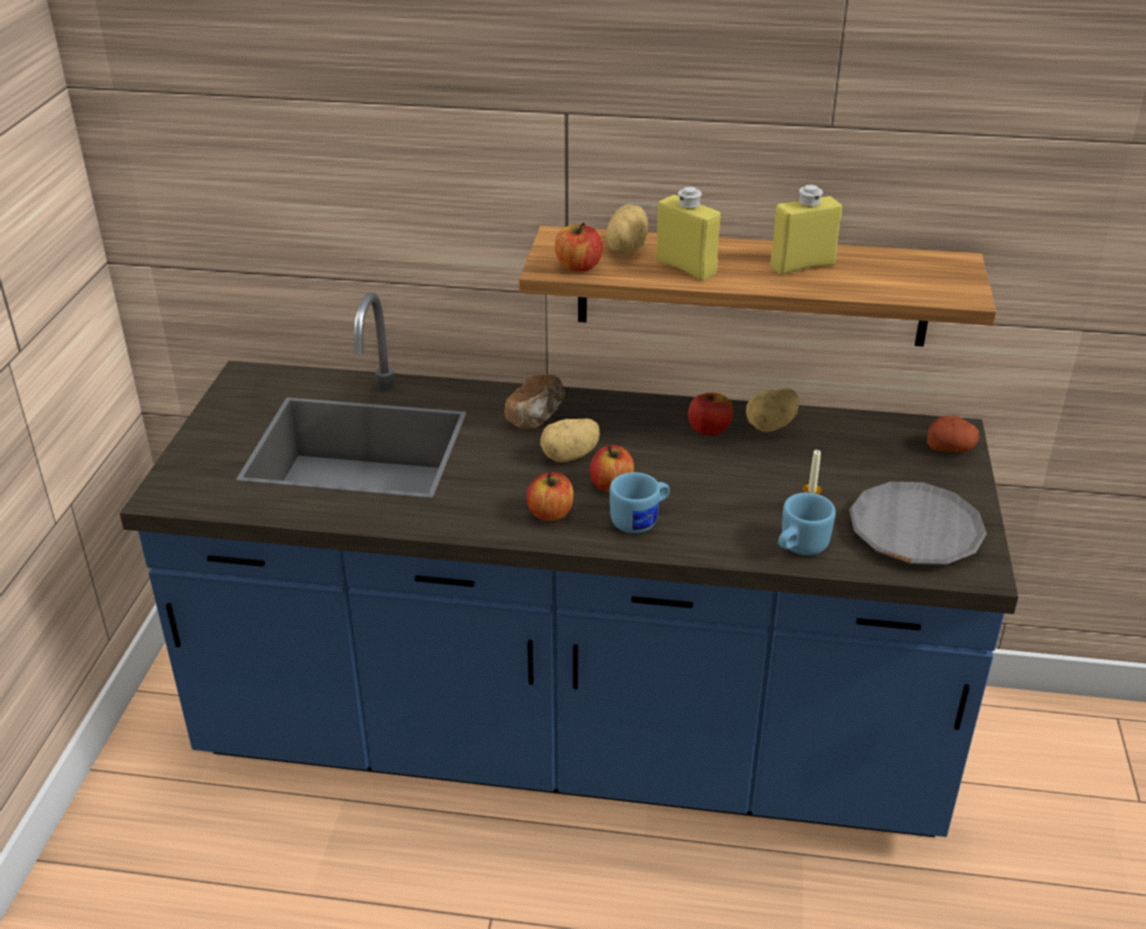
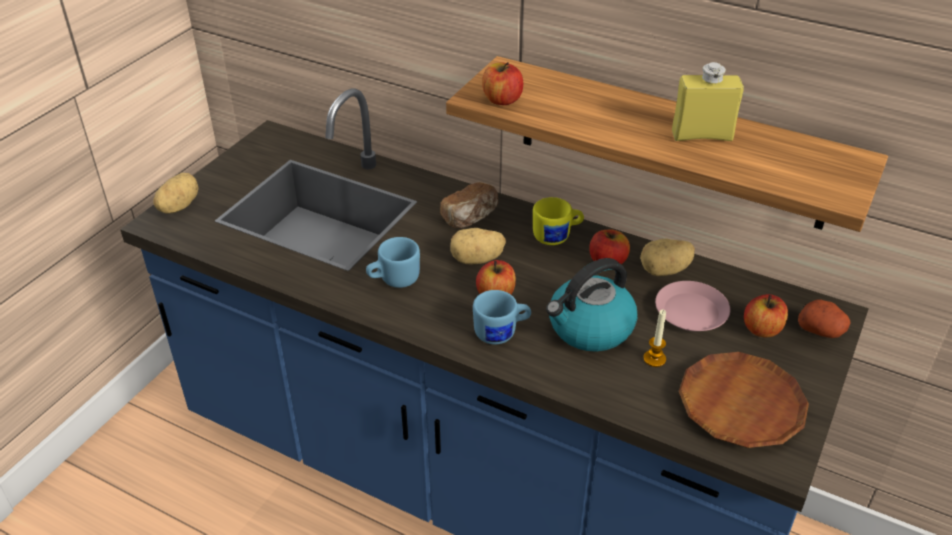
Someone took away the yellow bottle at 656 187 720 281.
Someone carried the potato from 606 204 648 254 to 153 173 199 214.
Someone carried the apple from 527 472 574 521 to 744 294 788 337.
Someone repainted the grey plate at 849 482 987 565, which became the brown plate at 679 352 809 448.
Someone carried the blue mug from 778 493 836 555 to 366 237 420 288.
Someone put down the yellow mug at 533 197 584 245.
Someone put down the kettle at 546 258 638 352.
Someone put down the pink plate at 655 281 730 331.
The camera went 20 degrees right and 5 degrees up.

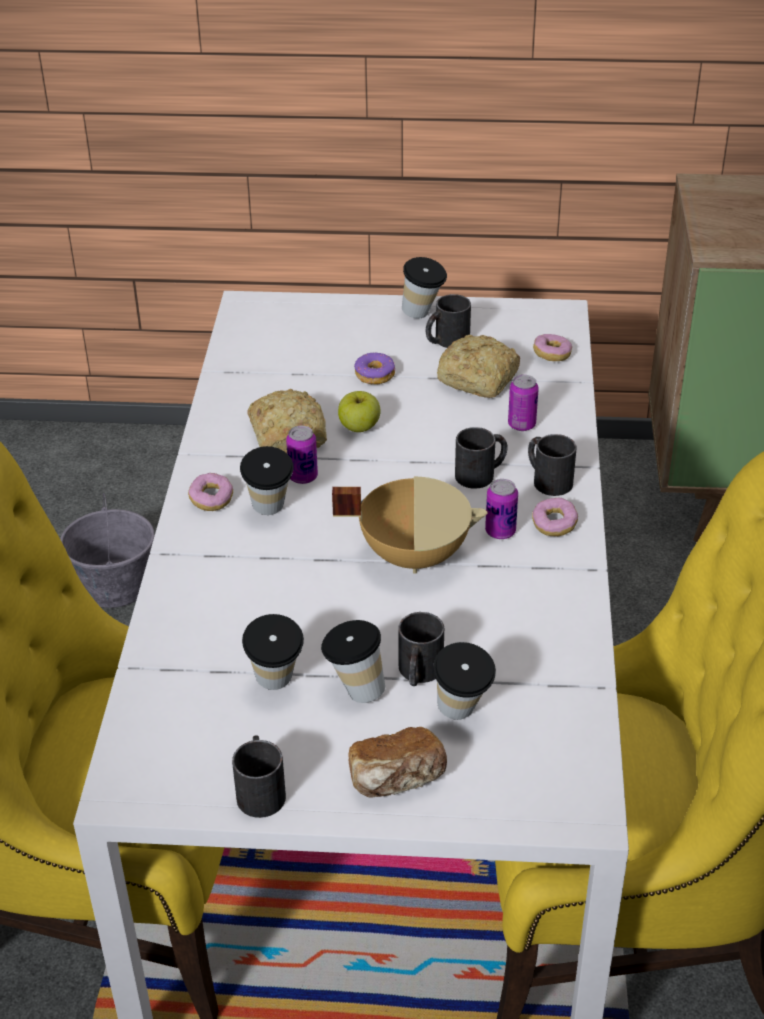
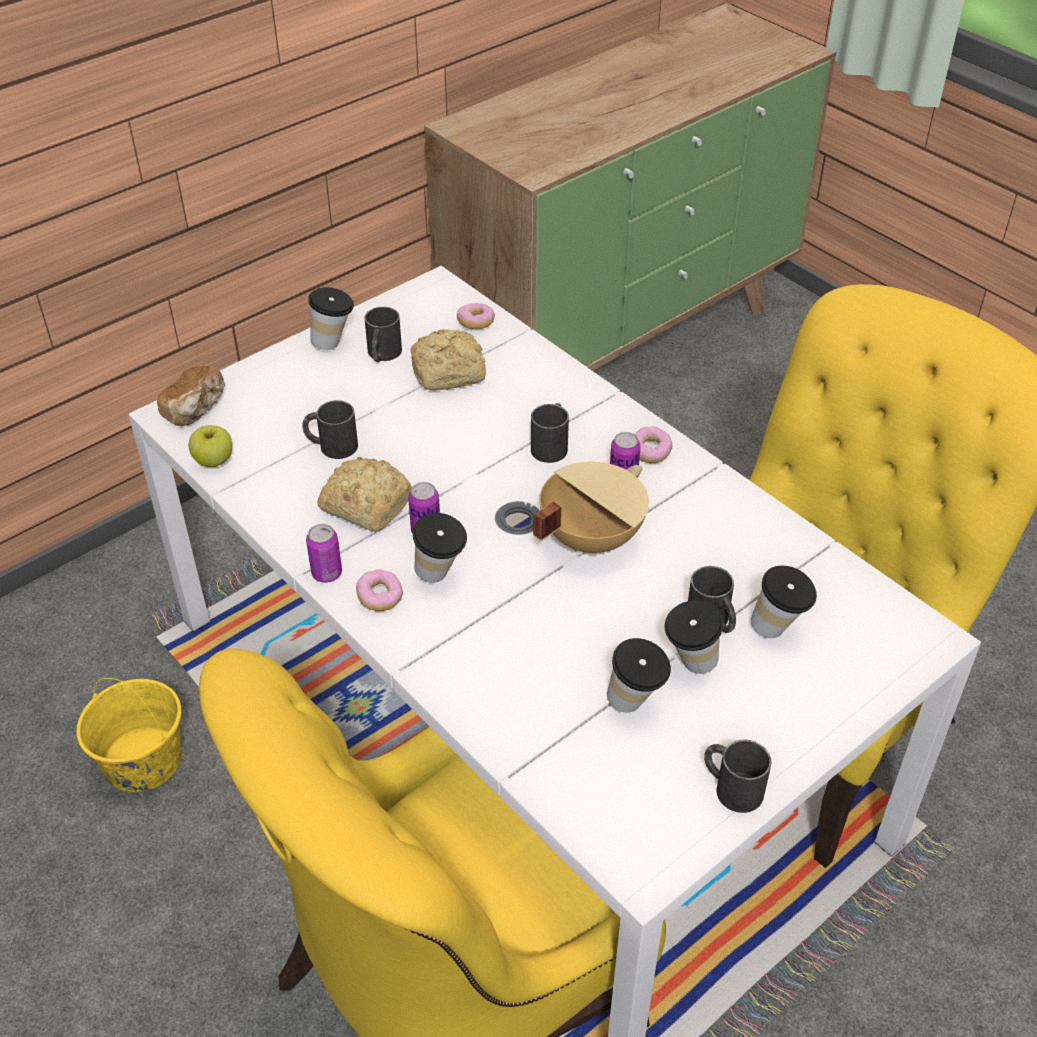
Someone took away the donut at 354 352 395 384.
Someone carried the can from 508 375 539 431 to 306 524 342 583.
Someone carried the apple from 338 391 381 432 to 189 425 232 467.
Someone carried the black mug from 528 434 577 496 to 302 400 358 459.
Someone repainted the grey bucket at 60 493 155 608, which became the yellow bucket at 76 678 182 792.
Someone carried the bread from 348 727 447 798 to 157 365 225 426.
The camera went 45 degrees left and 5 degrees up.

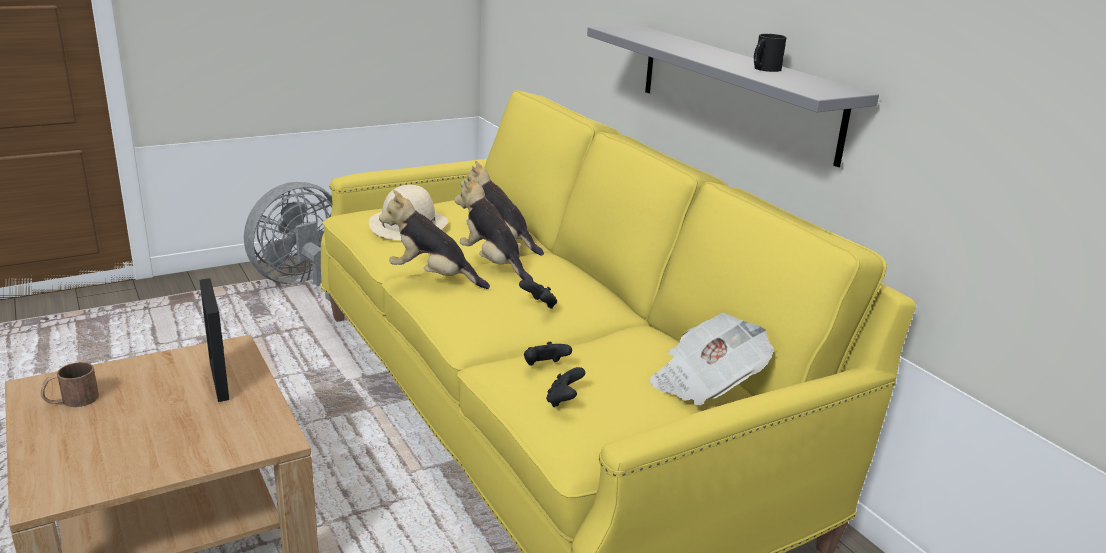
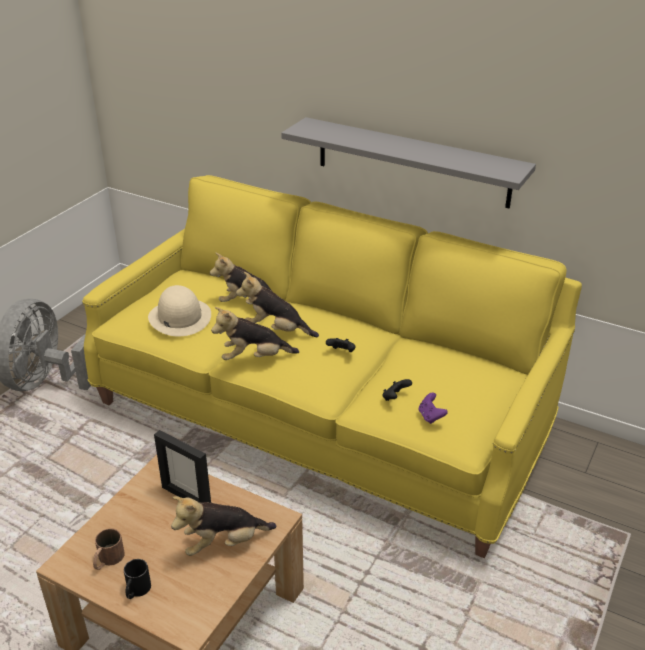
Someone carried the black mug from 754 34 787 72 to 124 559 151 599.
Someone took away the newspaper at 650 313 773 406.
Someone repainted the black game controller at 546 367 585 407, which became the purple game controller at 419 392 448 424.
Someone put down the plush toy at 171 496 276 556.
The camera went 30 degrees left and 10 degrees up.

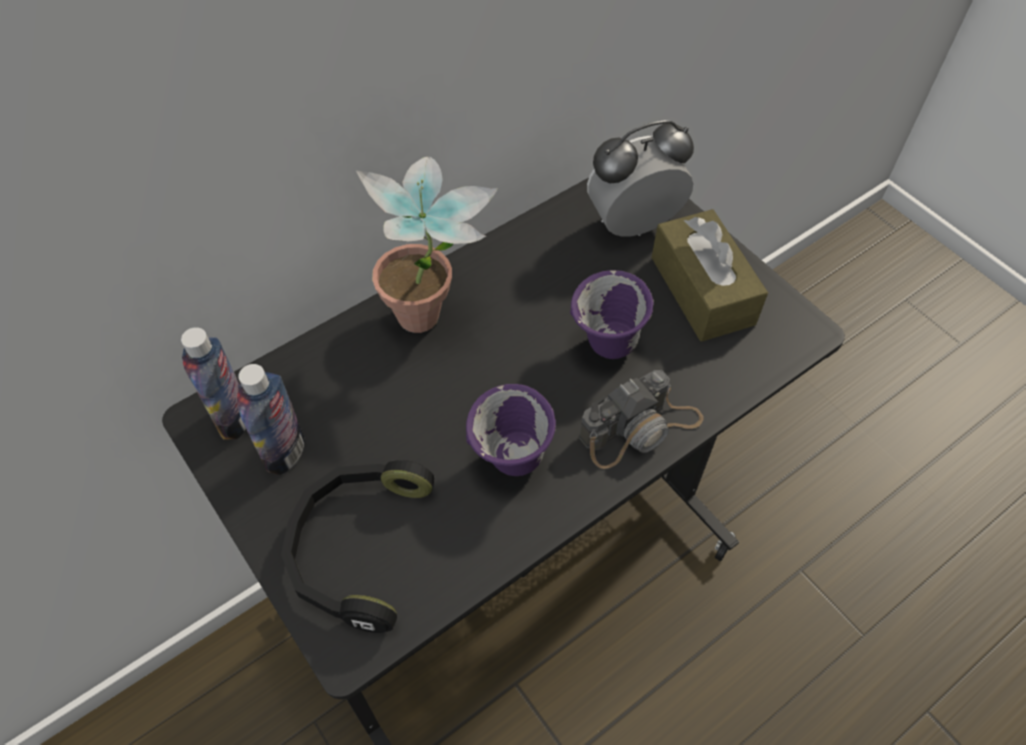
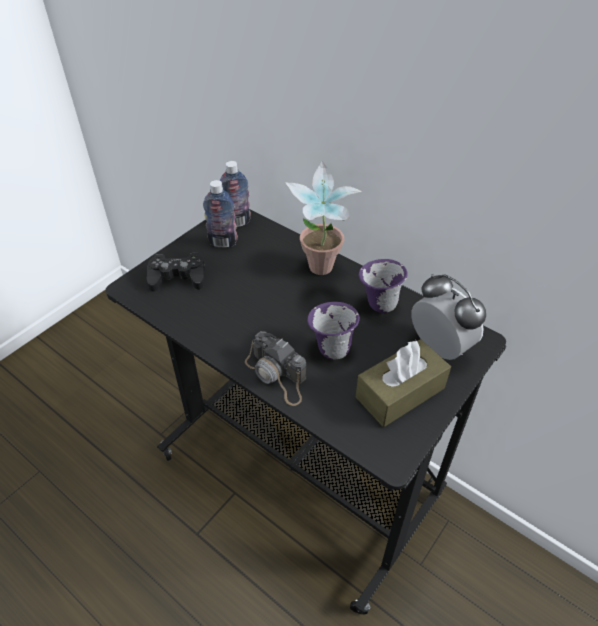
Someone carried the purple mug from 466 384 556 476 to 359 259 408 313.
Someone swapped the black headphones at 281 460 434 633 for the black game controller at 147 252 205 292.
The camera went 75 degrees right and 10 degrees down.

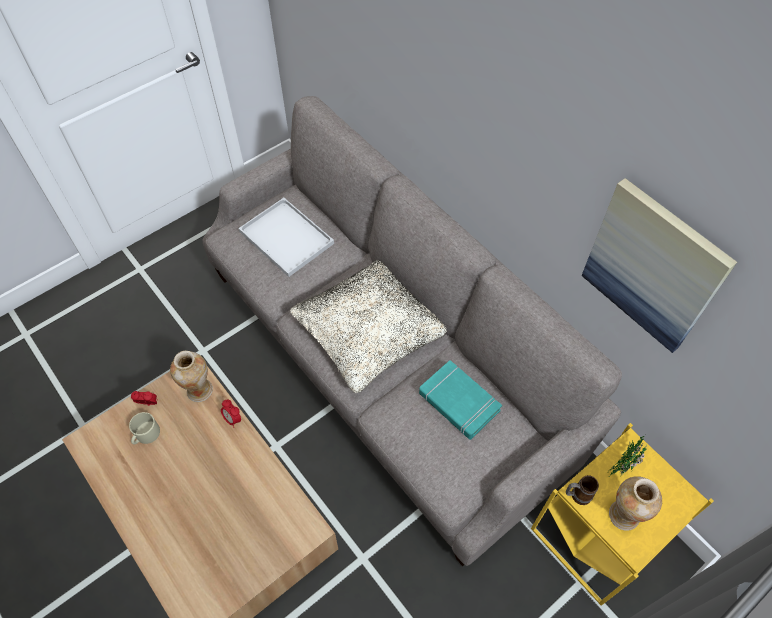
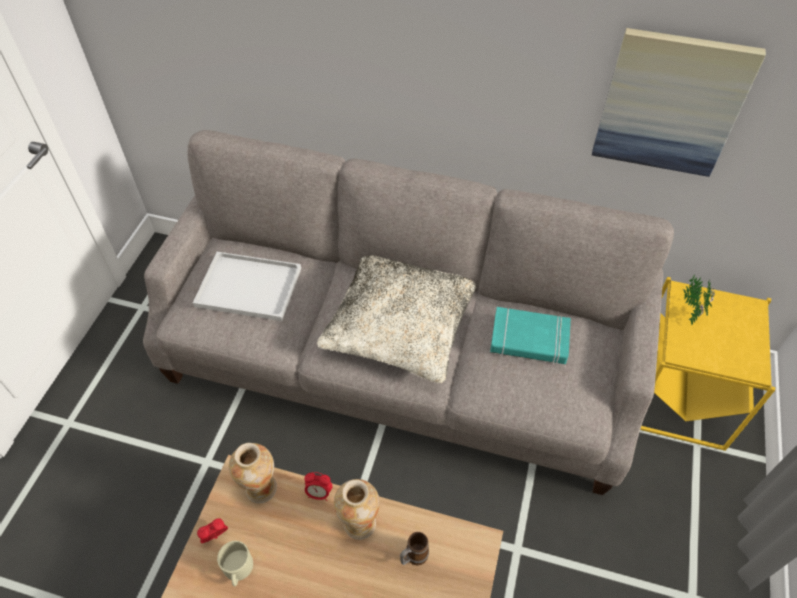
Someone carried the mug from 566 475 599 505 to 400 532 429 565.
Someone carried the vase from 609 476 662 531 to 334 479 380 540.
The camera went 35 degrees left and 5 degrees down.

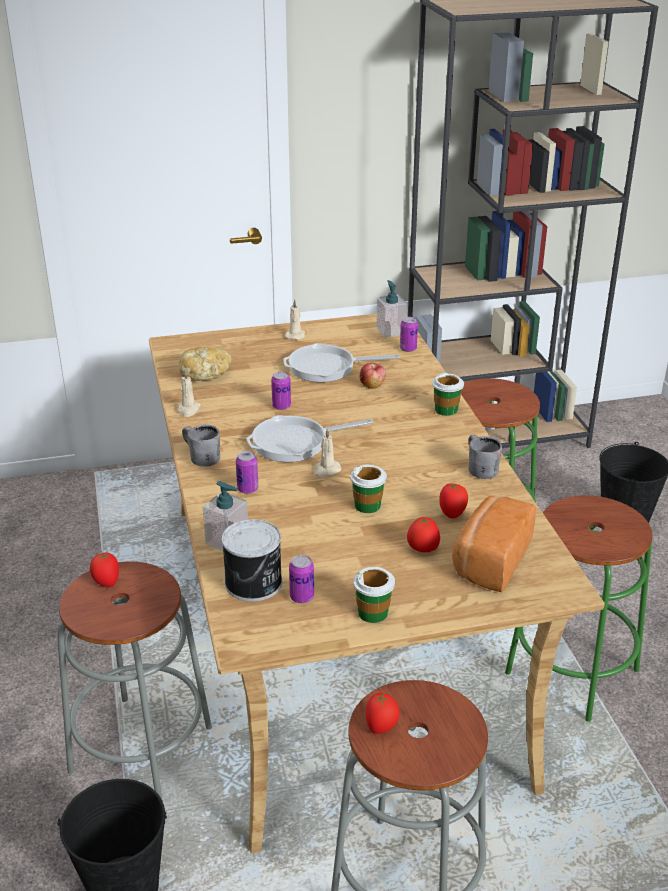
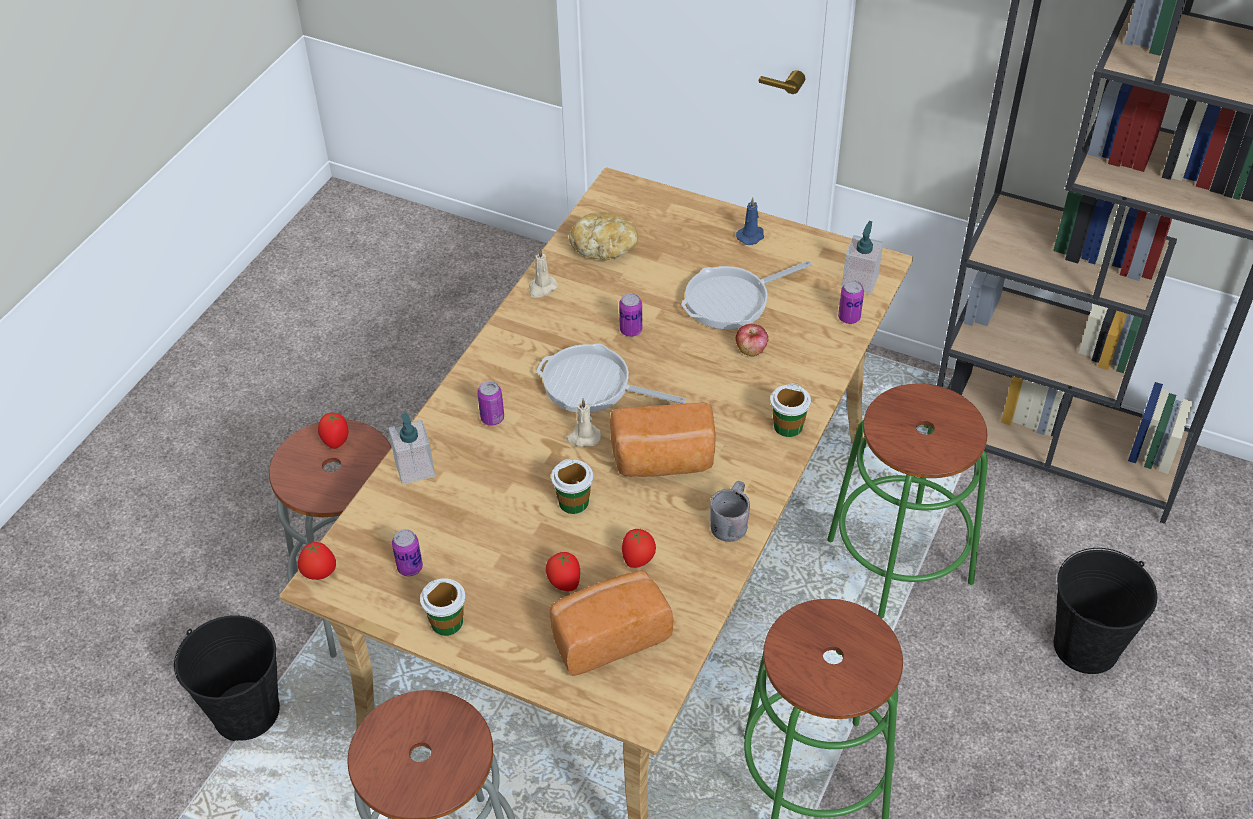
Someone repainted the beige candle at 285 299 305 340, which became the blue candle at 736 198 764 245.
Someone rotated the frying pan at 284 343 400 382 by 60 degrees counterclockwise.
Someone took away the grey mug at 182 424 220 467.
Someone took away the can at 222 519 282 602.
Someone carried the tomato from 366 692 400 734 to 298 542 336 580.
Someone put down the bread at 610 402 716 477.
The camera went 40 degrees right and 15 degrees up.

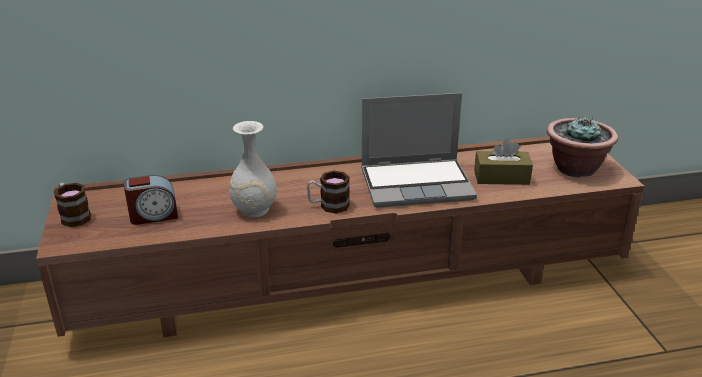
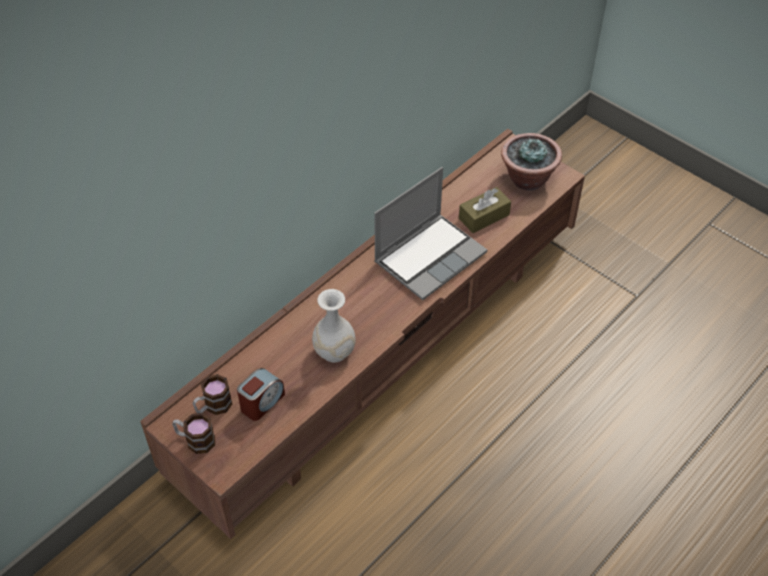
Someone carried the mug from 307 171 350 214 to 193 374 232 415.
The camera went 35 degrees left and 20 degrees up.

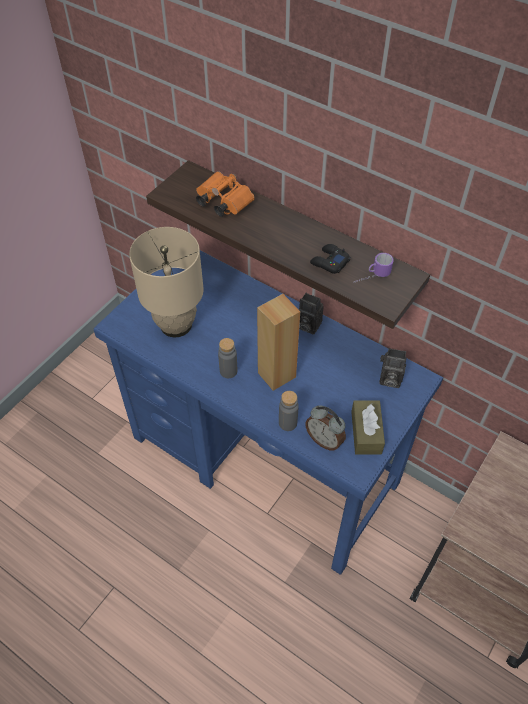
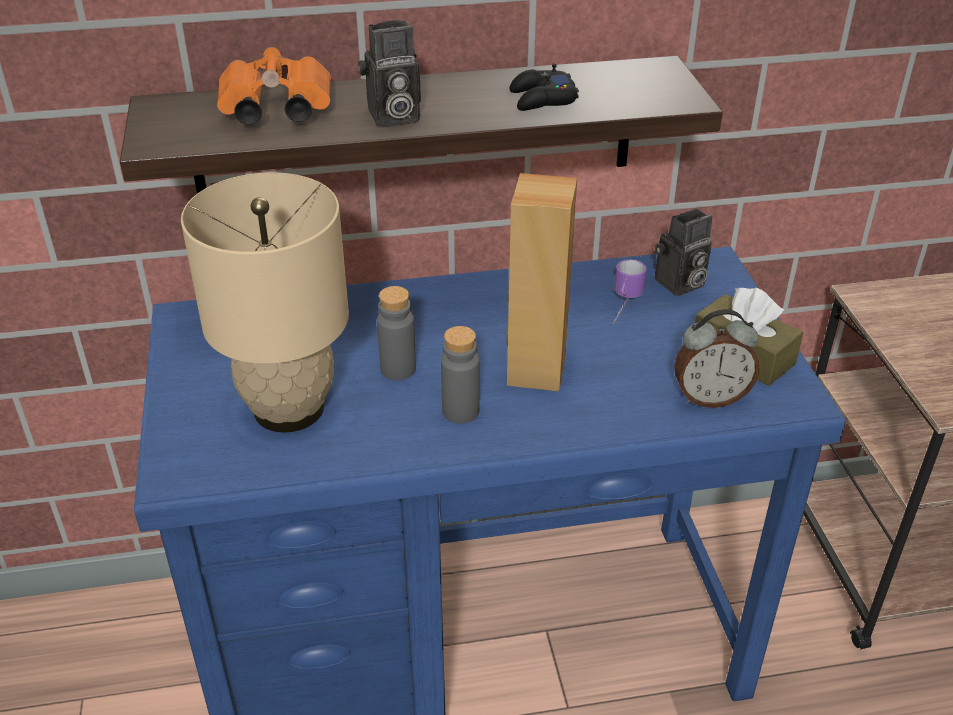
Someone carried the mug from 355 253 394 283 to 613 259 647 325.
Someone carried the photo camera from 298 293 324 335 to 358 20 421 127.
Someone carried the grey bottle from 279 391 299 431 to 377 286 416 380.
The camera went 45 degrees left and 15 degrees down.

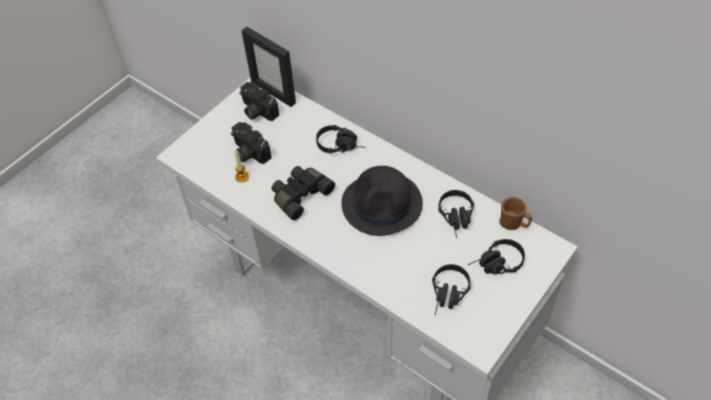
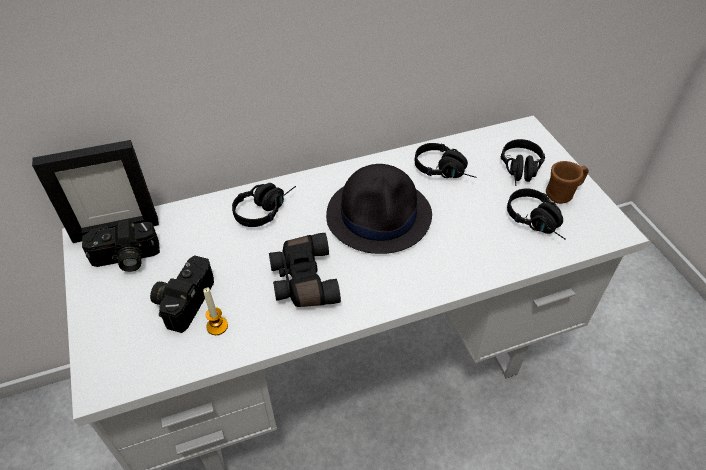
Someone rotated the photo camera at 231 122 271 164 by 120 degrees clockwise.
Someone carried the brown mug from 499 197 532 230 to 546 161 589 204.
The camera went 60 degrees left and 5 degrees down.

